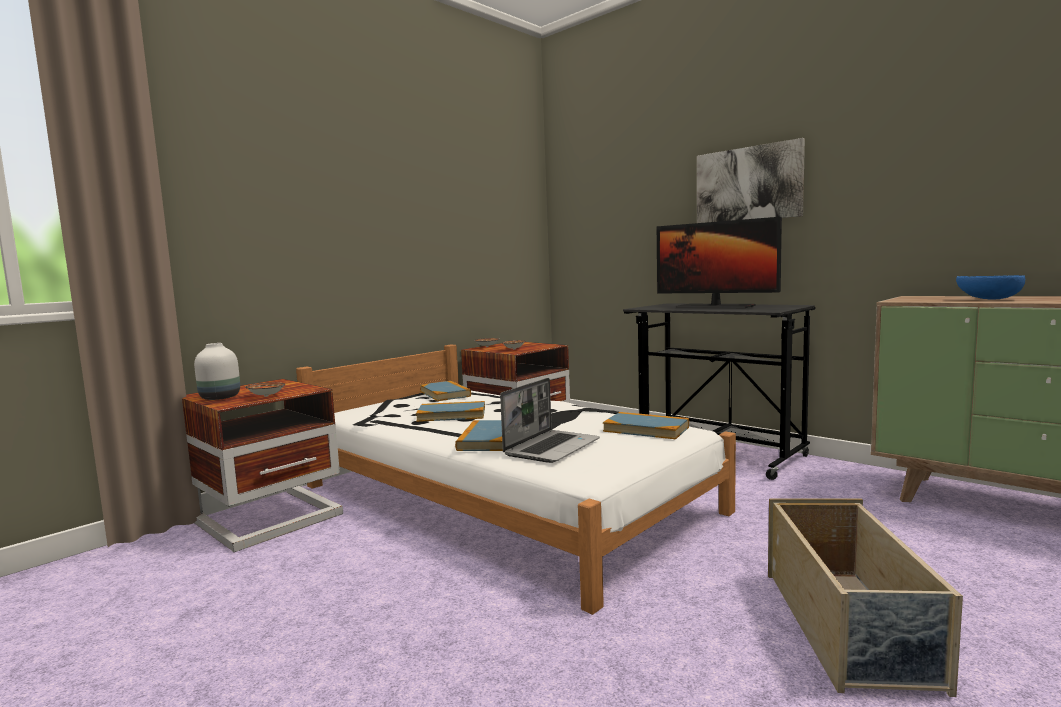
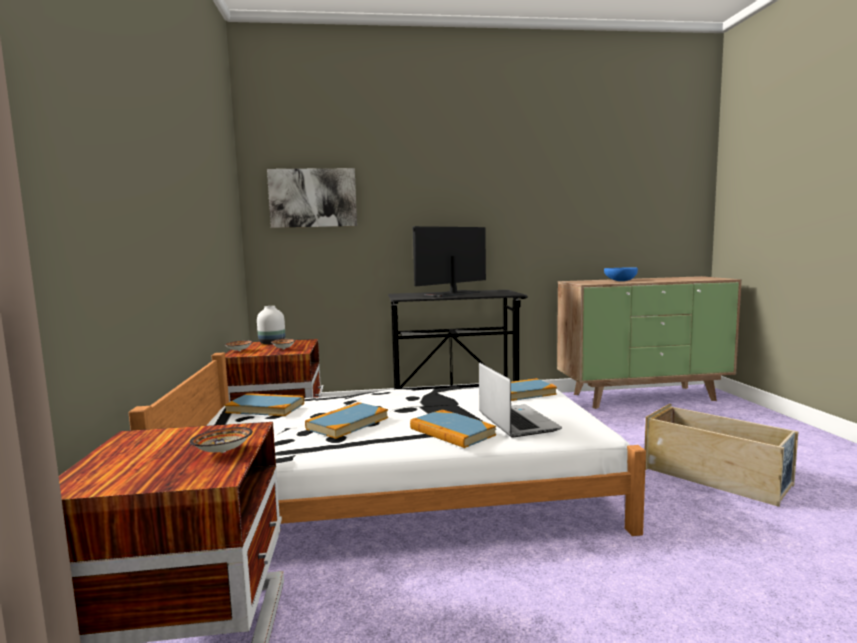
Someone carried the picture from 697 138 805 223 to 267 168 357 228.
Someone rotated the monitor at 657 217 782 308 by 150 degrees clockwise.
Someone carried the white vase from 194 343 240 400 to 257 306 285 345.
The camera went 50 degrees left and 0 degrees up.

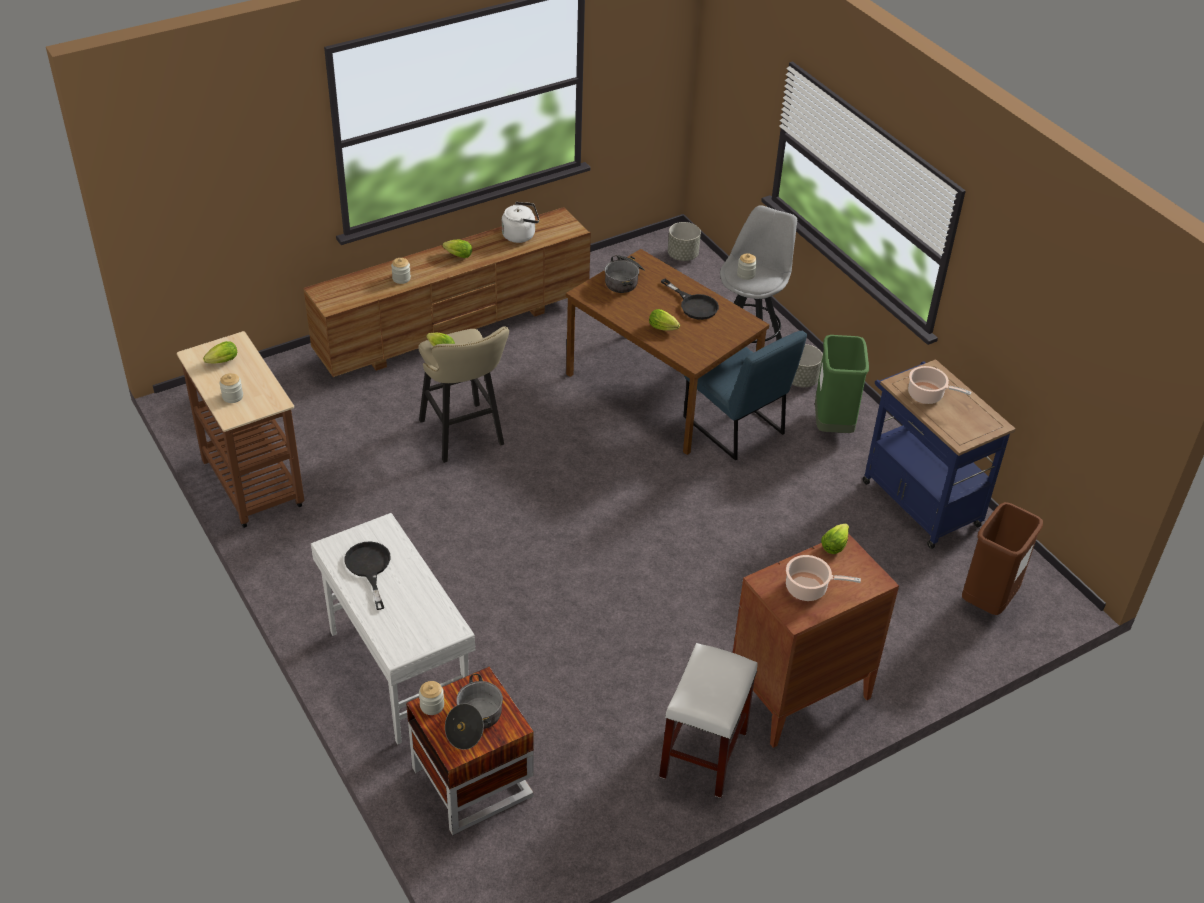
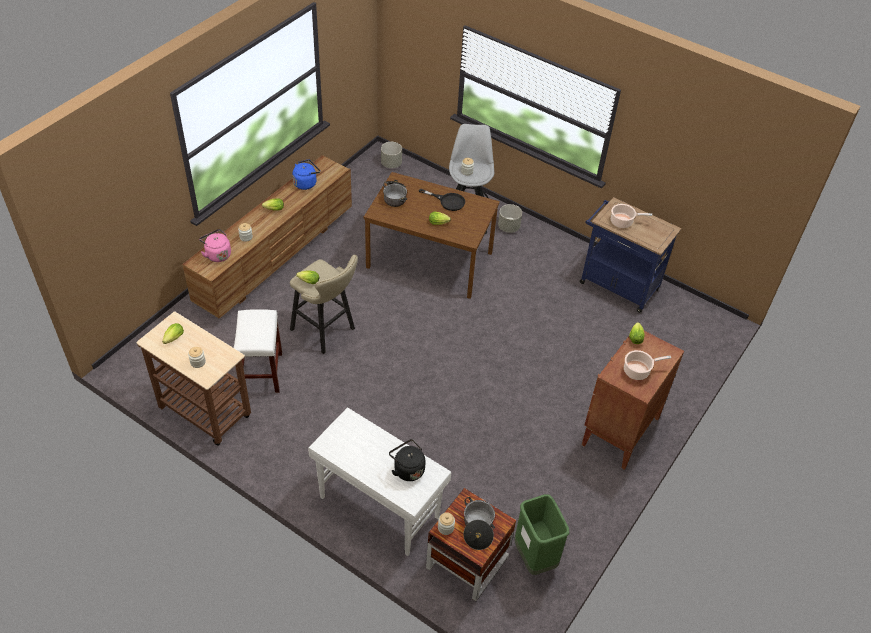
Someone repainted the white kettle at 502 202 539 243, which became the blue kettle at 292 160 320 190.
Someone took away the blue chair at 683 331 807 461.
Someone carried the green trash can from 815 335 869 433 to 515 494 570 575.
Someone took away the brown trash can at 962 502 1043 615.
Someone took away the black frying pan at 344 541 390 610.
Someone carried the white stool from 659 643 758 798 to 234 309 282 393.
Someone put down the pink kettle at 199 229 231 262.
Someone put down the black kettle at 389 439 426 481.
The camera went 25 degrees left and 5 degrees up.

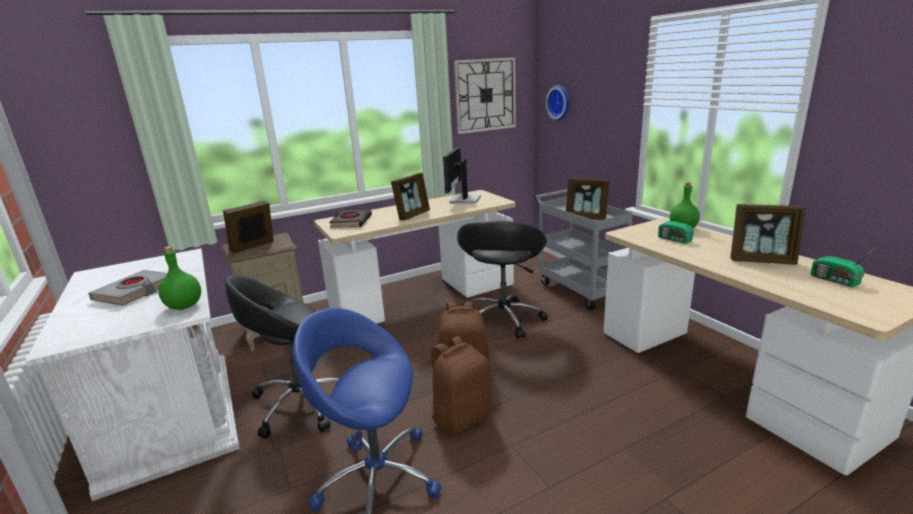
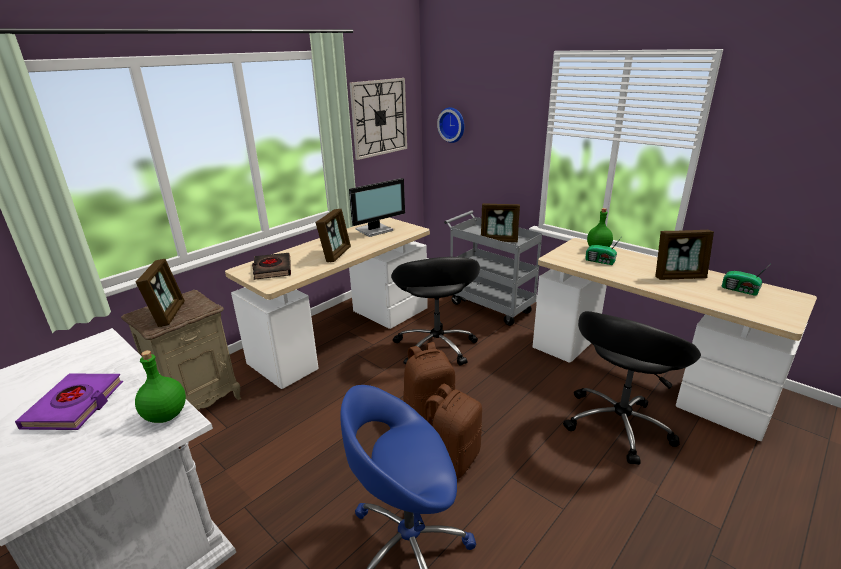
Someone rotated the monitor at 443 147 481 204 by 120 degrees counterclockwise.
Someone rotated the picture frame at 223 201 274 253 by 150 degrees clockwise.
Someone repainted the grey book at 88 270 167 306, which became the purple book at 15 374 123 430.
Someone carried the black office chair from 225 274 339 438 to 563 311 701 465.
The camera went 20 degrees left and 5 degrees up.

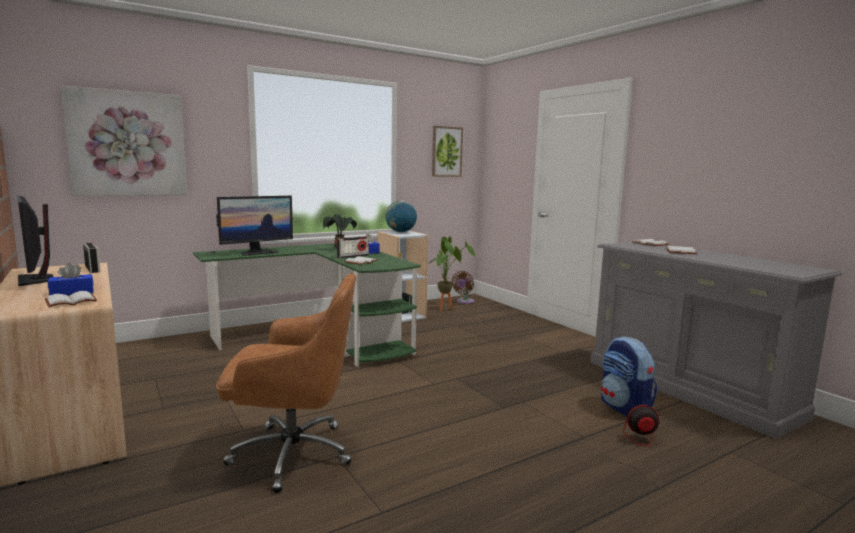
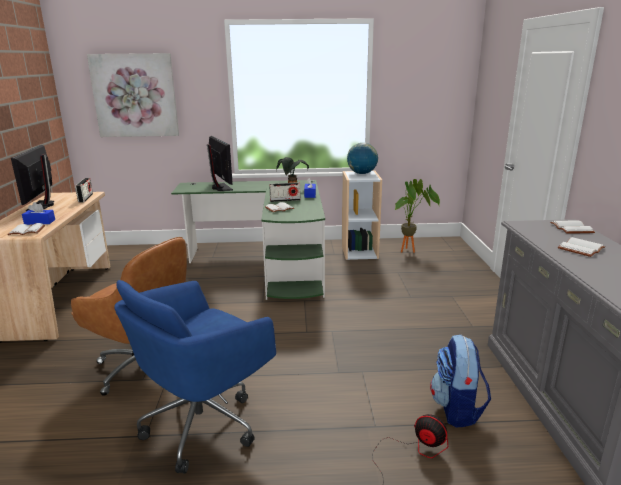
Someone took away the picture at 432 126 463 177.
Someone rotated the monitor at 216 196 293 256 by 105 degrees counterclockwise.
Someone took away the brown fan at 452 271 474 304.
Someone put down the blue office chair at 114 280 276 473.
The camera went 30 degrees right and 10 degrees up.

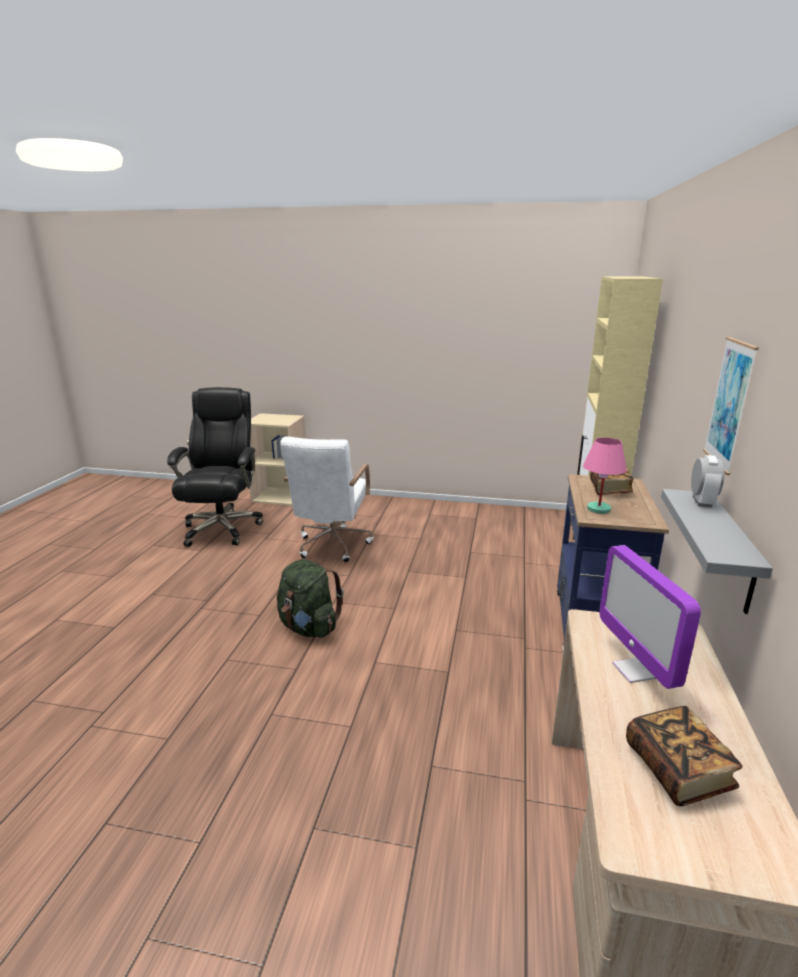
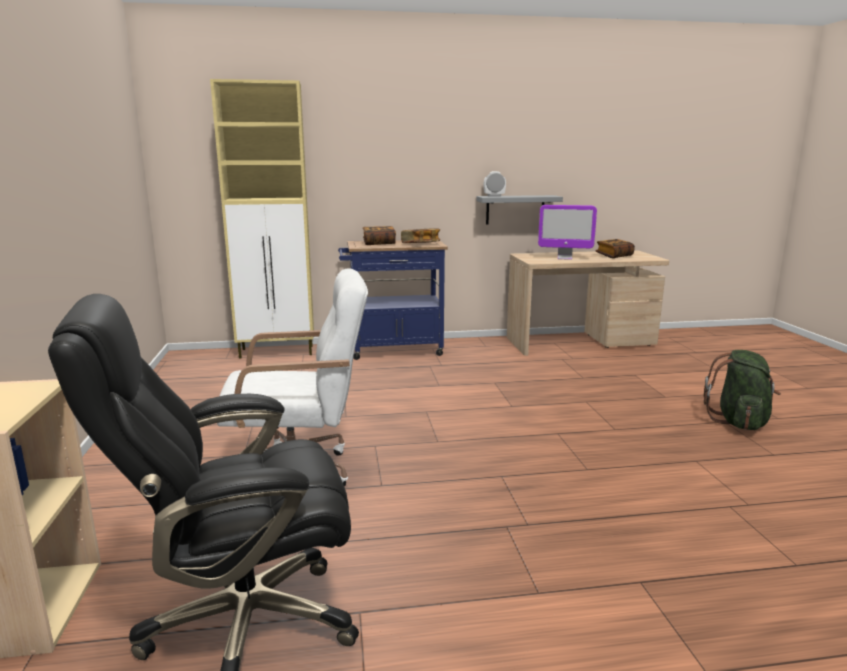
Someone took away the picture at 703 337 759 475.
Someone swapped the pink table lamp at 583 438 627 514 for the book at 401 228 440 243.
Someone rotated the monitor at 599 545 701 689 by 45 degrees clockwise.
Someone carried the green backpack from 277 559 344 638 to 704 350 781 430.
The camera went 110 degrees left and 5 degrees down.

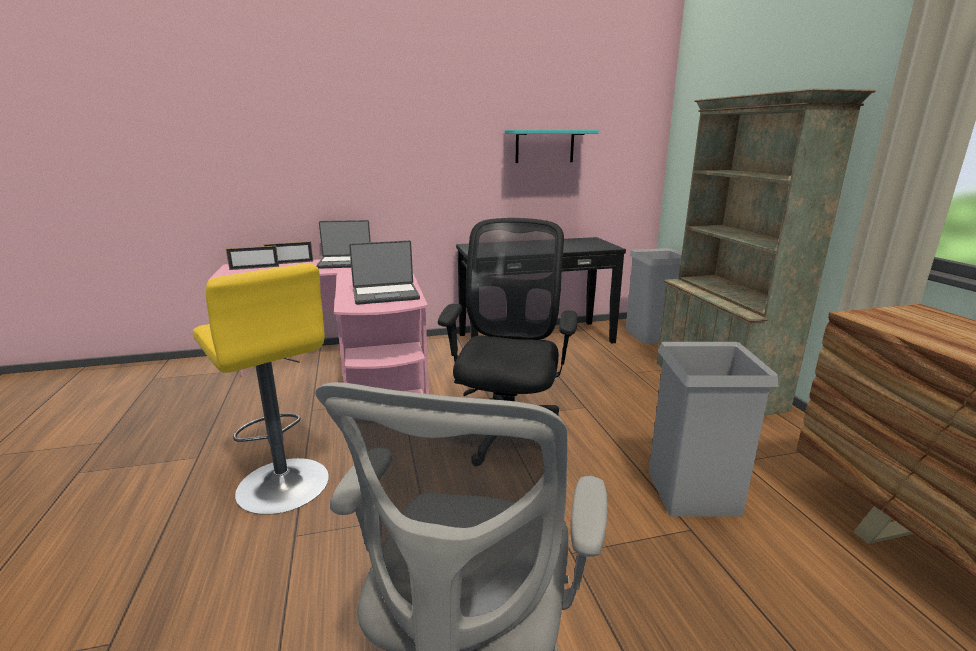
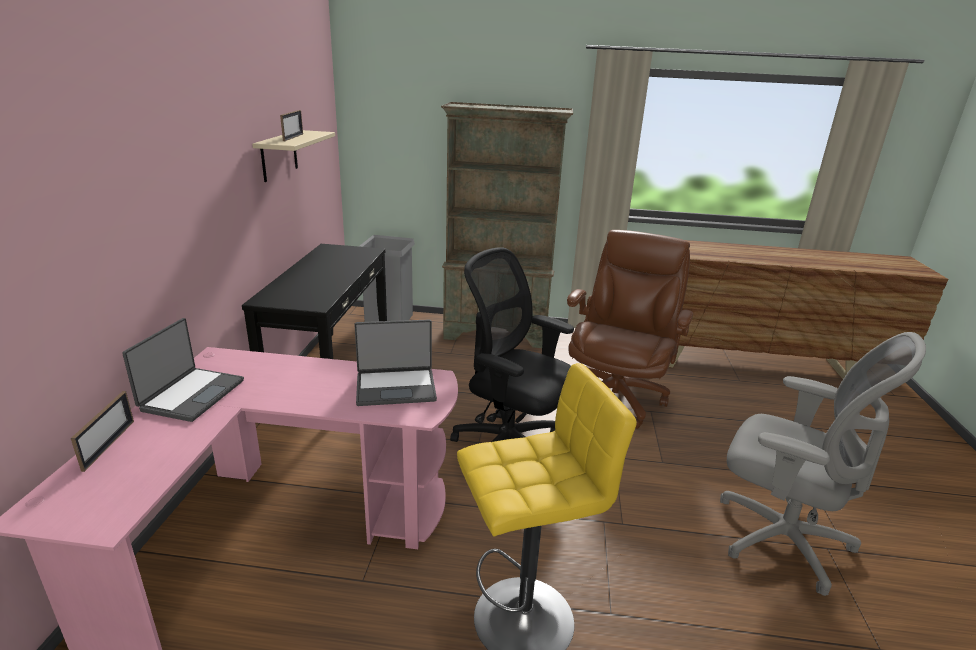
Someone repainted the turquoise shelf at 505 130 599 163, which became the beige shelf at 252 130 335 182.
Someone rotated the laptop at 349 240 420 305 by 75 degrees clockwise.
Someone carried the picture frame from 226 246 279 270 to 280 110 303 141.
Someone swapped the grey trash can at 649 342 778 517 for the brown office chair at 567 230 693 429.
The camera went 70 degrees left and 5 degrees up.

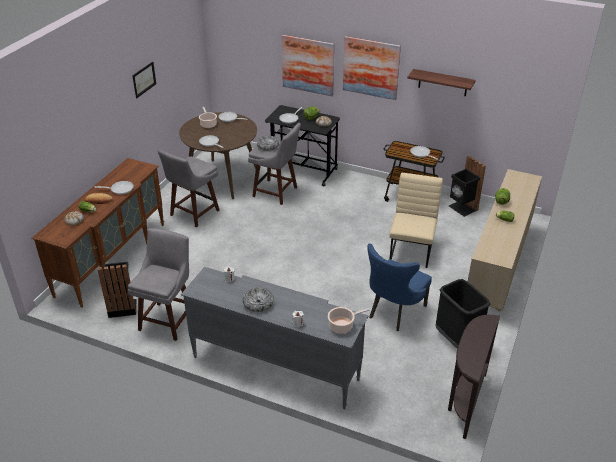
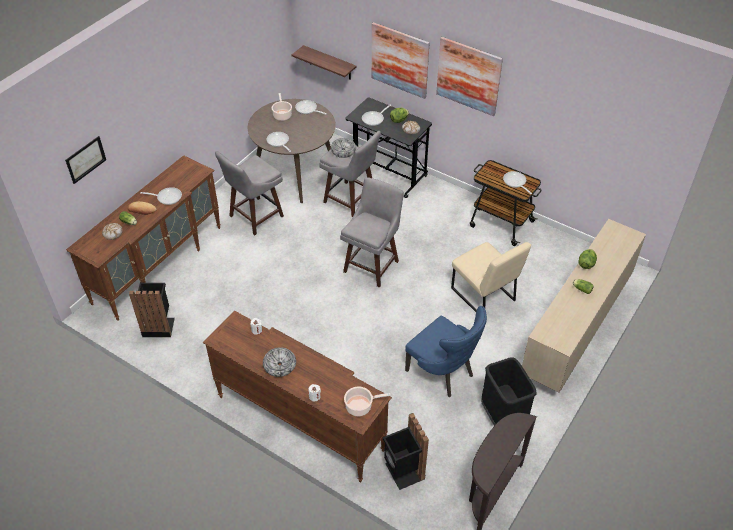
Someone carried the picture from 132 62 156 98 to 65 136 106 184.
Someone carried the shelf from 407 69 476 96 to 292 45 357 80.
Someone carried the black trash can from 449 156 486 217 to 383 413 429 490.
Someone rotated the beige chair at 389 173 443 268 by 120 degrees clockwise.
Someone carried the grey stool from 128 228 189 341 to 340 177 404 287.
Someone rotated the blue chair at 367 243 432 331 by 90 degrees counterclockwise.
Someone repainted the grey cabinet at 181 267 369 409, which became the brown cabinet at 203 311 392 483.
The camera went 10 degrees right and 10 degrees up.

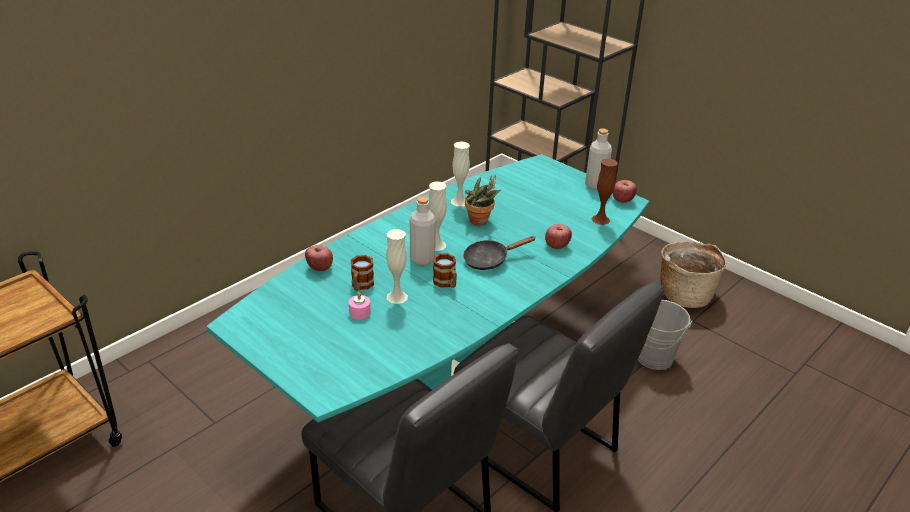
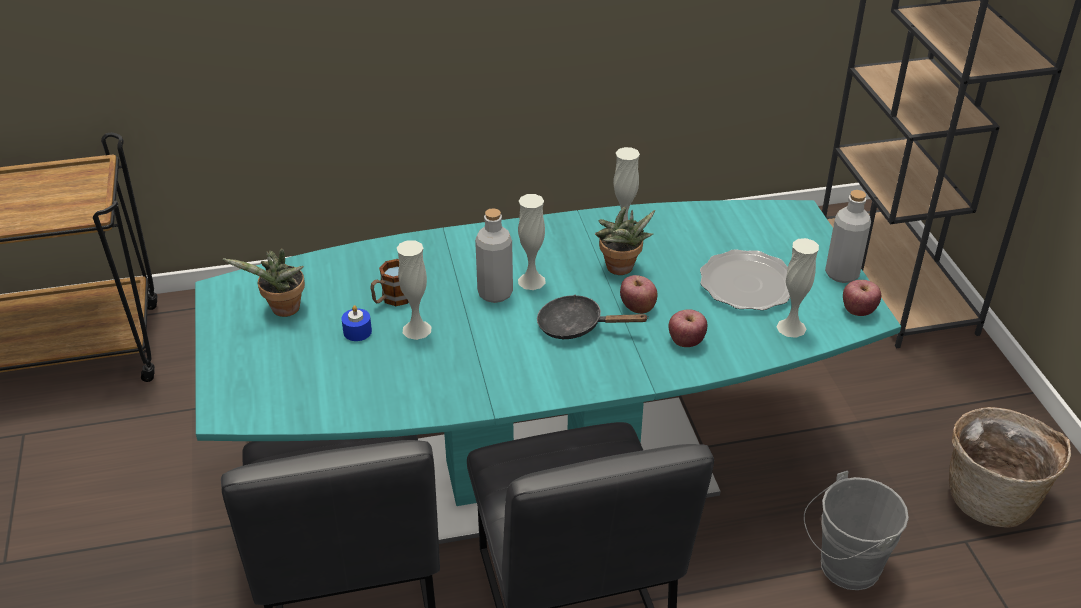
Someone repainted the brown vase at 591 159 618 225, which became the white vase at 776 238 819 338.
Someone carried the apple from 305 245 333 271 to 620 275 657 314.
Someone took away the mug at 433 253 457 288.
Someone repainted the pink candle at 349 292 371 319, which became the blue candle at 342 305 372 341.
Someone put down the potted plant at 222 248 305 317.
Someone put down the plate at 700 249 790 310.
The camera went 35 degrees right and 5 degrees up.

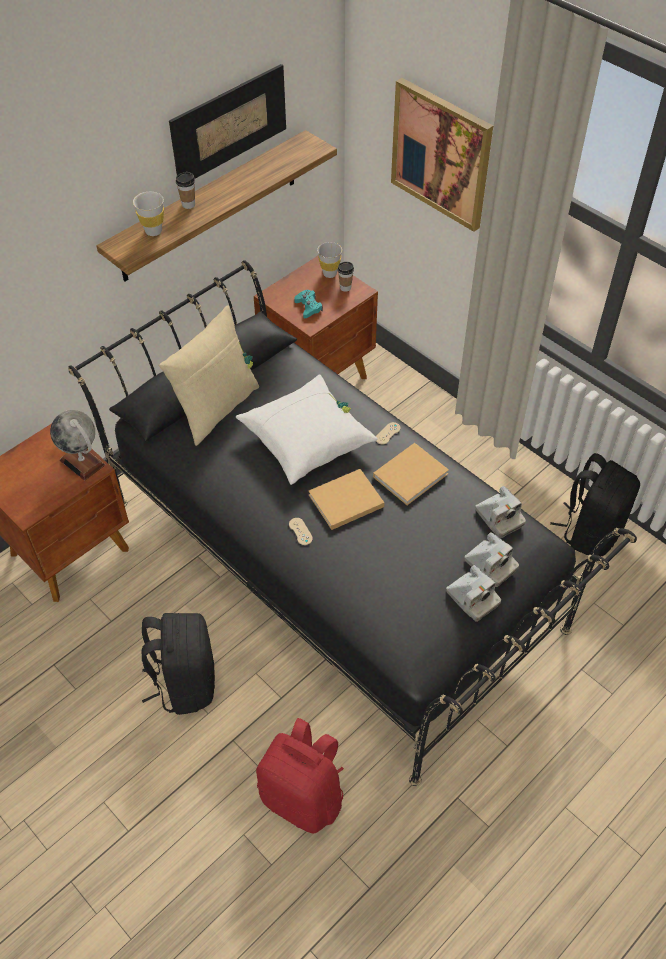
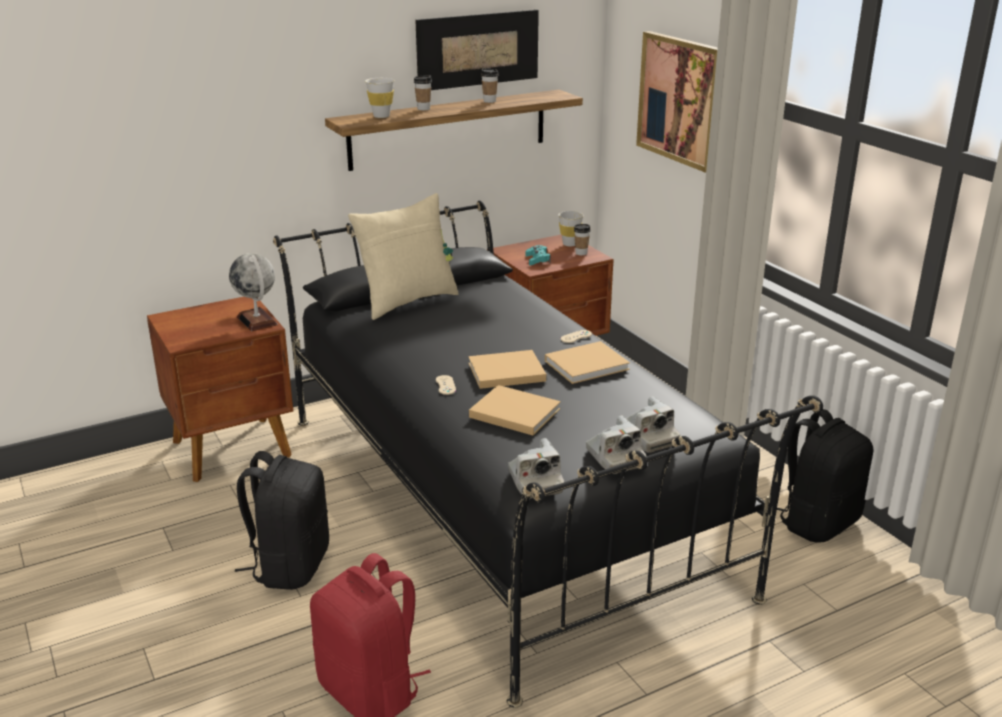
Someone took away the white pillow at 236 374 378 485.
Someone carried the photo camera from 475 486 526 538 to 508 438 564 498.
Someone put down the cup at 481 68 498 103.
Someone put down the beige book at 469 385 561 435.
The camera went 15 degrees right and 25 degrees down.

